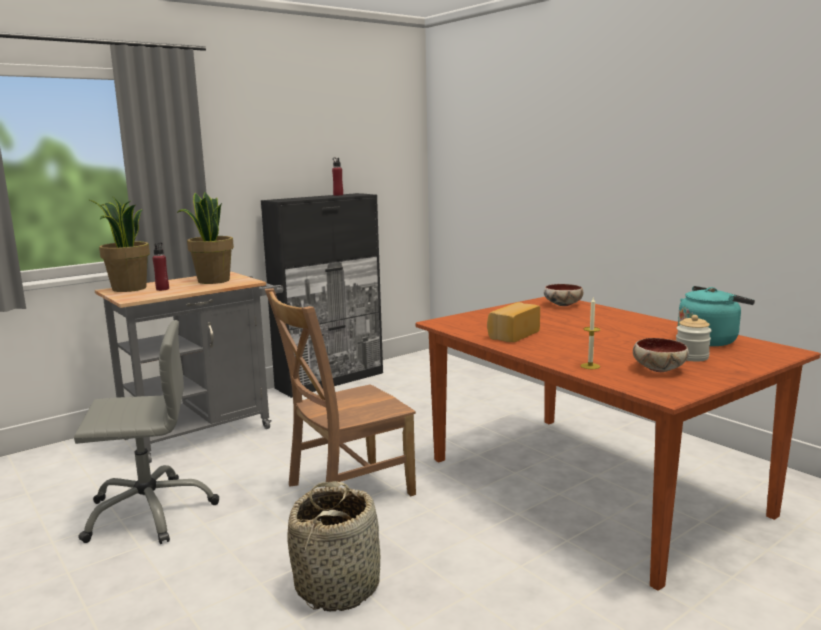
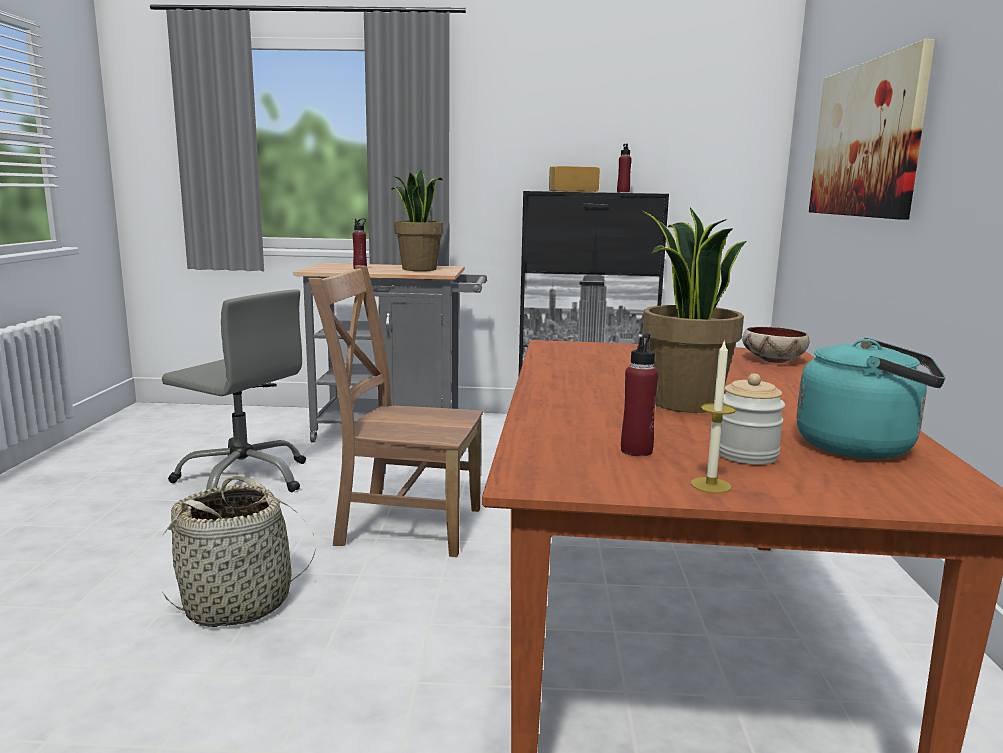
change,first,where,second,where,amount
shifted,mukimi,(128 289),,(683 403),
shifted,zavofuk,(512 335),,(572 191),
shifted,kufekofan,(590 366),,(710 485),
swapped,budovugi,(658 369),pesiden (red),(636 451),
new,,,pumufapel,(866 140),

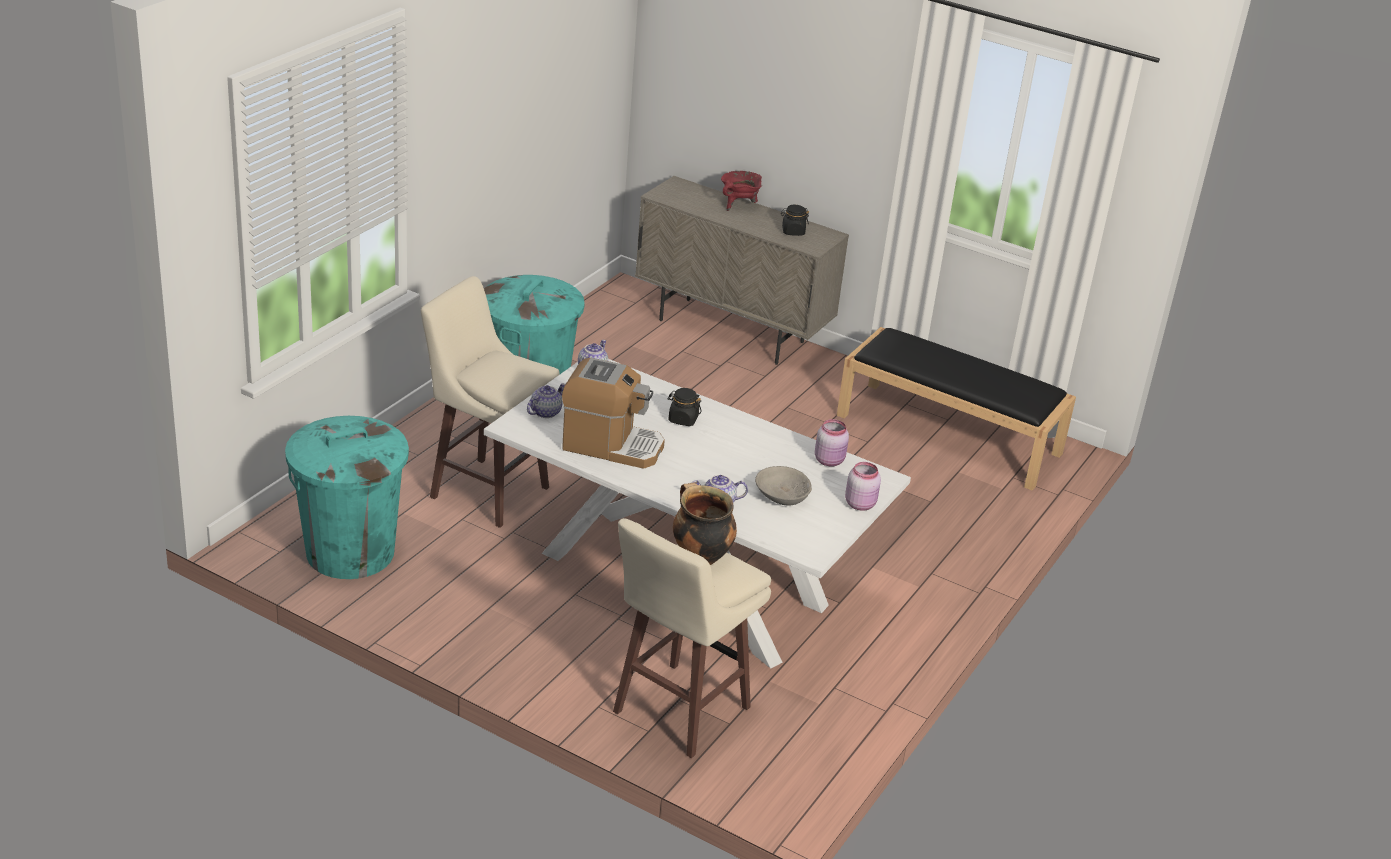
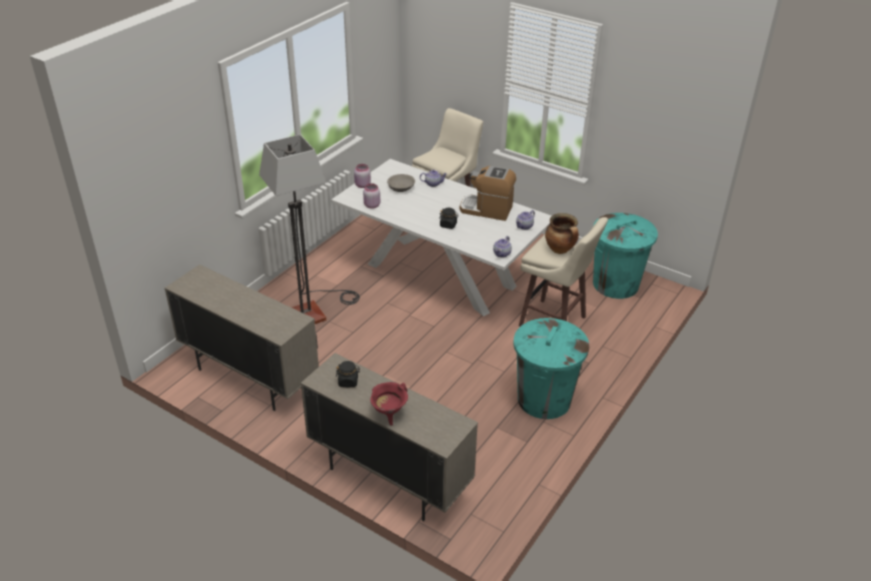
change,first,where,second,where,amount
shifted,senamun,(700 555),,(560 250),
swapped,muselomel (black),(950 434),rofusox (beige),(249 378),
new,,,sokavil,(315 310),

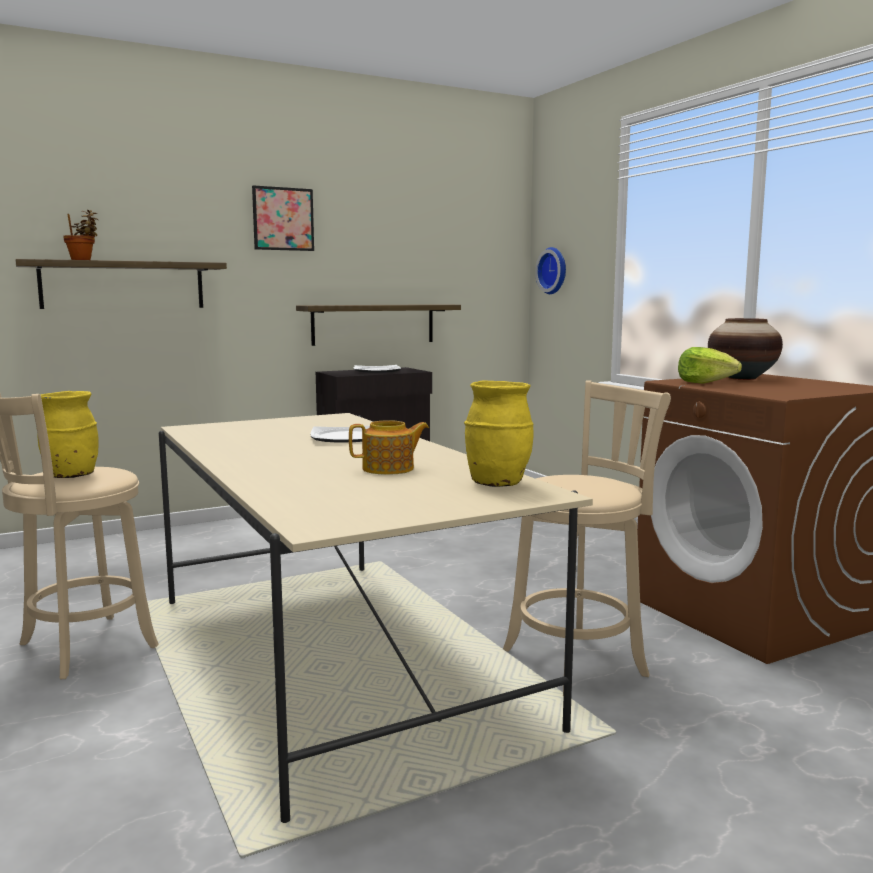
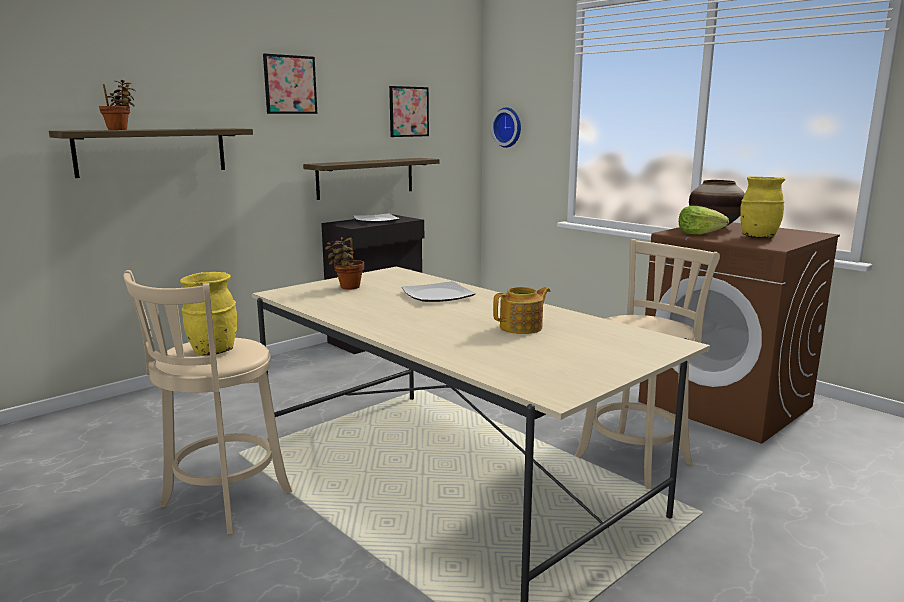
change,first,where,second,where,amount
shifted,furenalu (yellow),(497 483),,(758 237),
new,,,mukimi,(347 287),
new,,,pumufapel,(409 111),

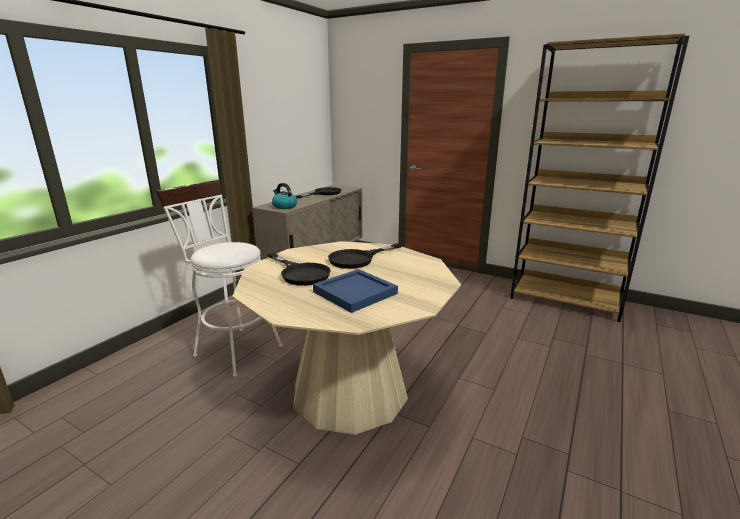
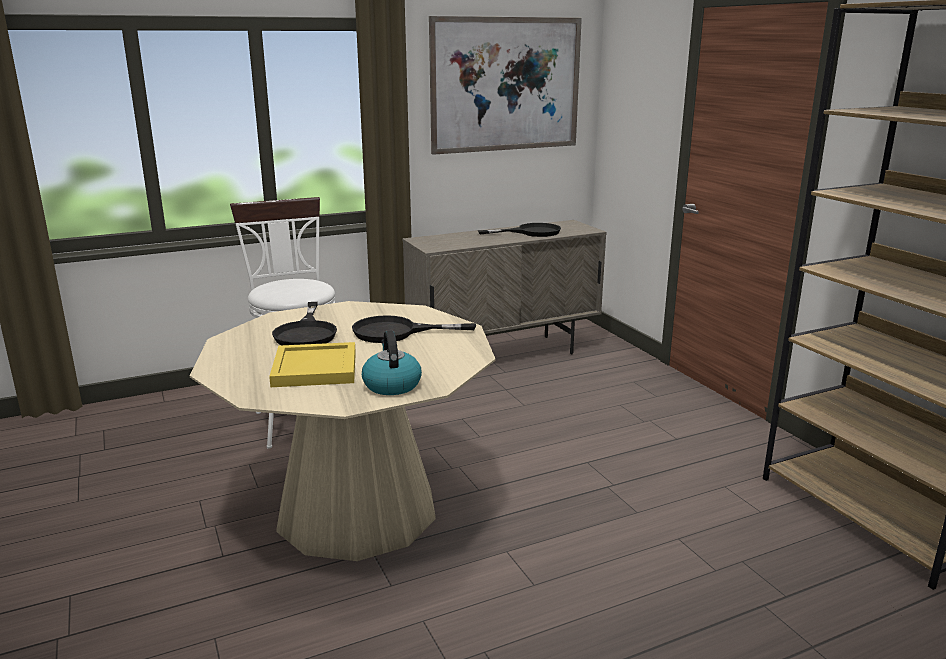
change,first,where,second,where,amount
shifted,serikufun,(284 206),,(391 384),
repainted,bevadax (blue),(355 293),bevadax (yellow),(313 369),
new,,,pumufapel,(506 85),

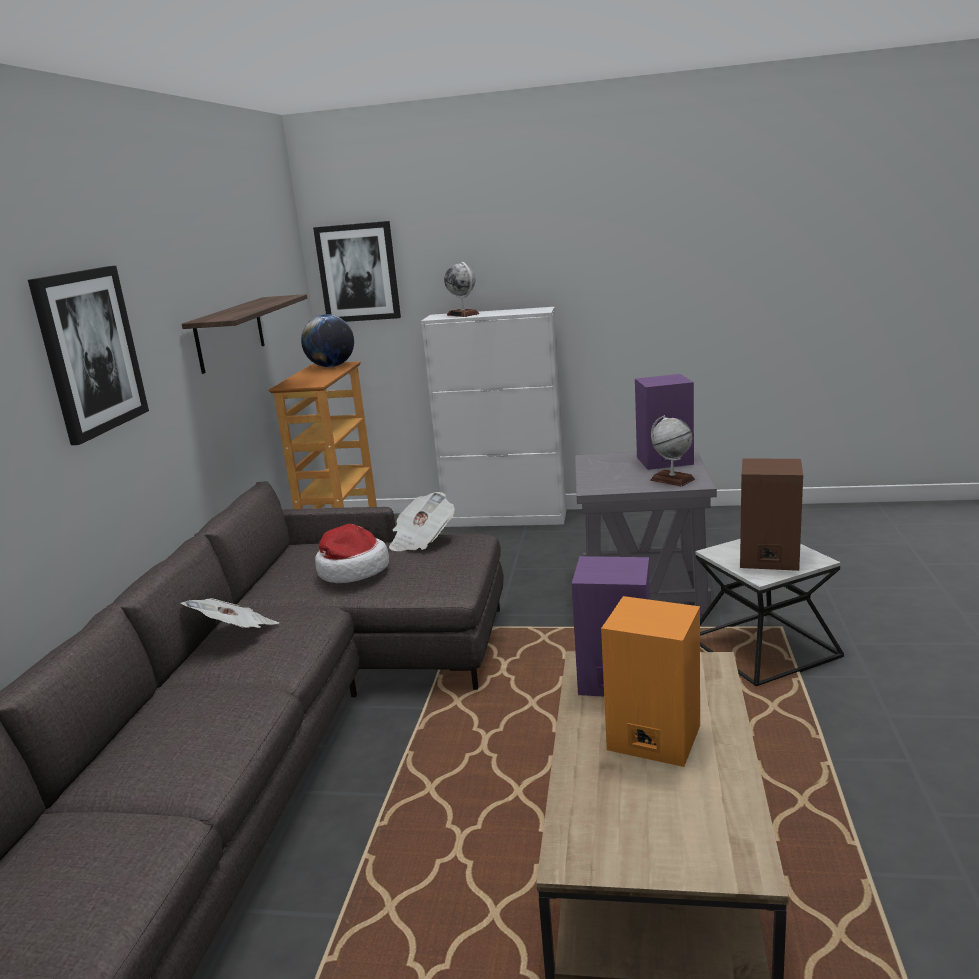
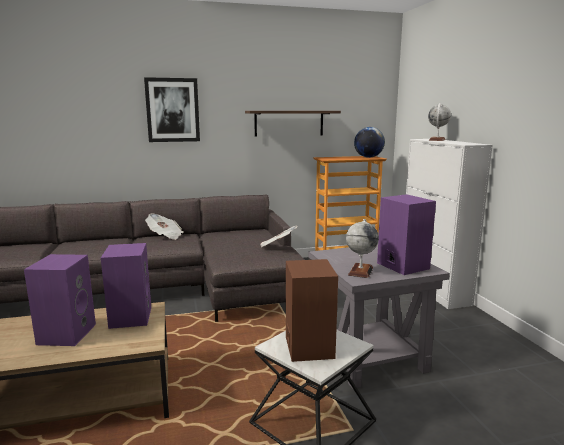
change,first,where,second,where,amount
gone,pumufapel,(358 272),,,
gone,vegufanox,(351 570),,,
repainted,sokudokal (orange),(651 738),sokudokal (purple),(66 333),

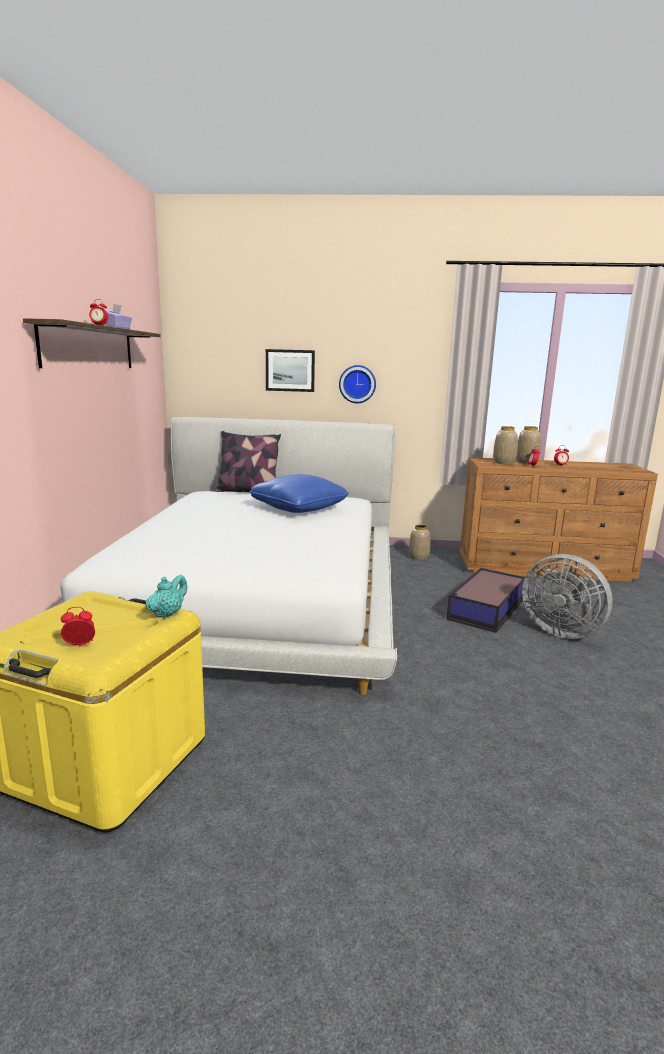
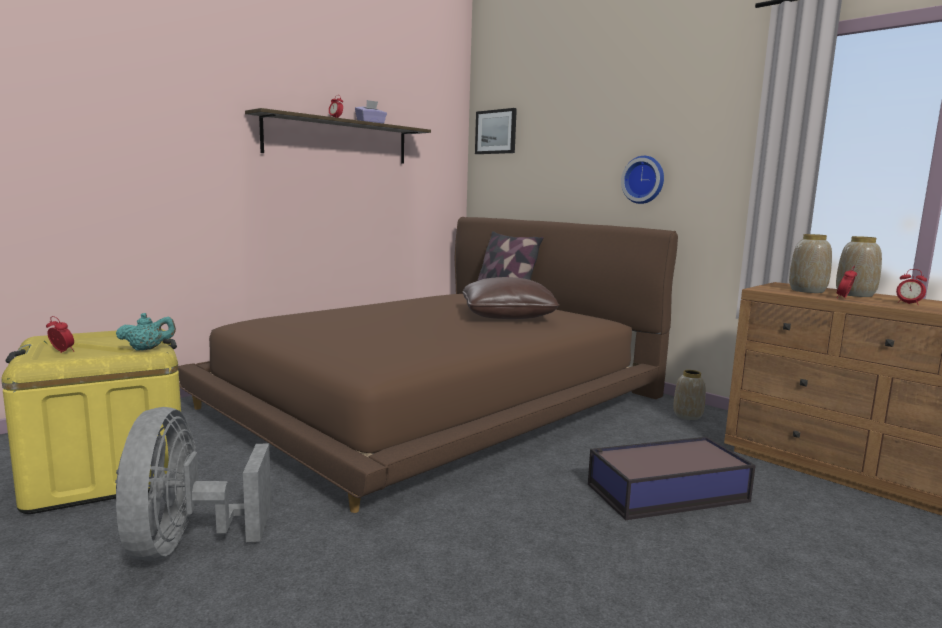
change,first,where,second,where,amount
repainted,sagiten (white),(255 592),sagiten (brown),(436 400),
repainted,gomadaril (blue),(299 508),gomadaril (brown),(507 316),
shifted,pumufapel,(290 370),,(496 132),
shifted,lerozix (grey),(560 630),,(186 544),

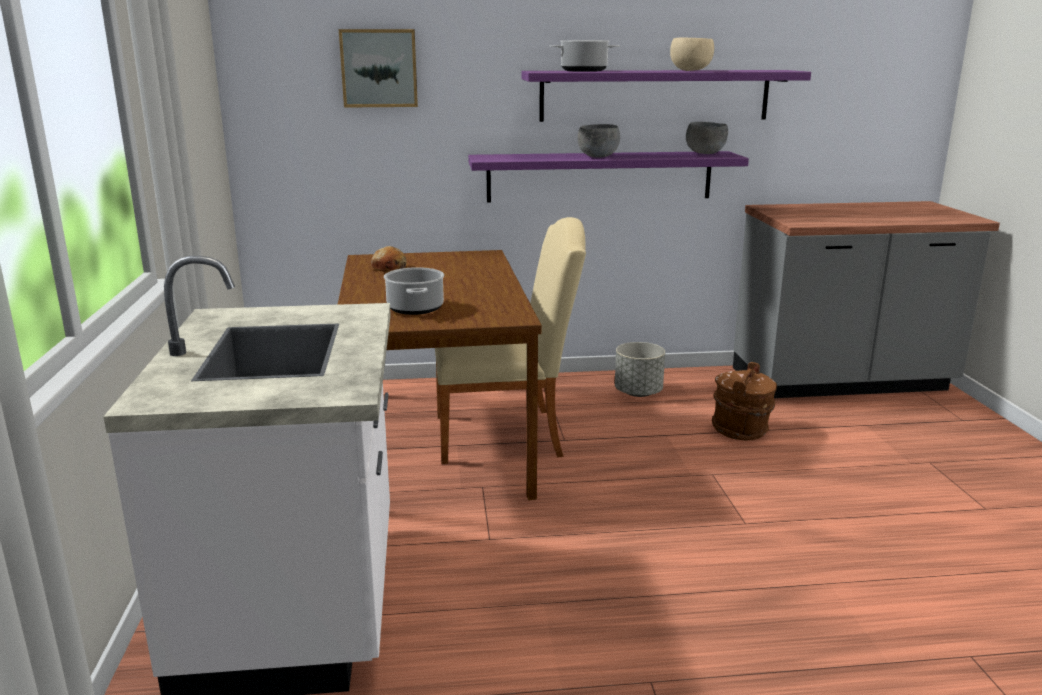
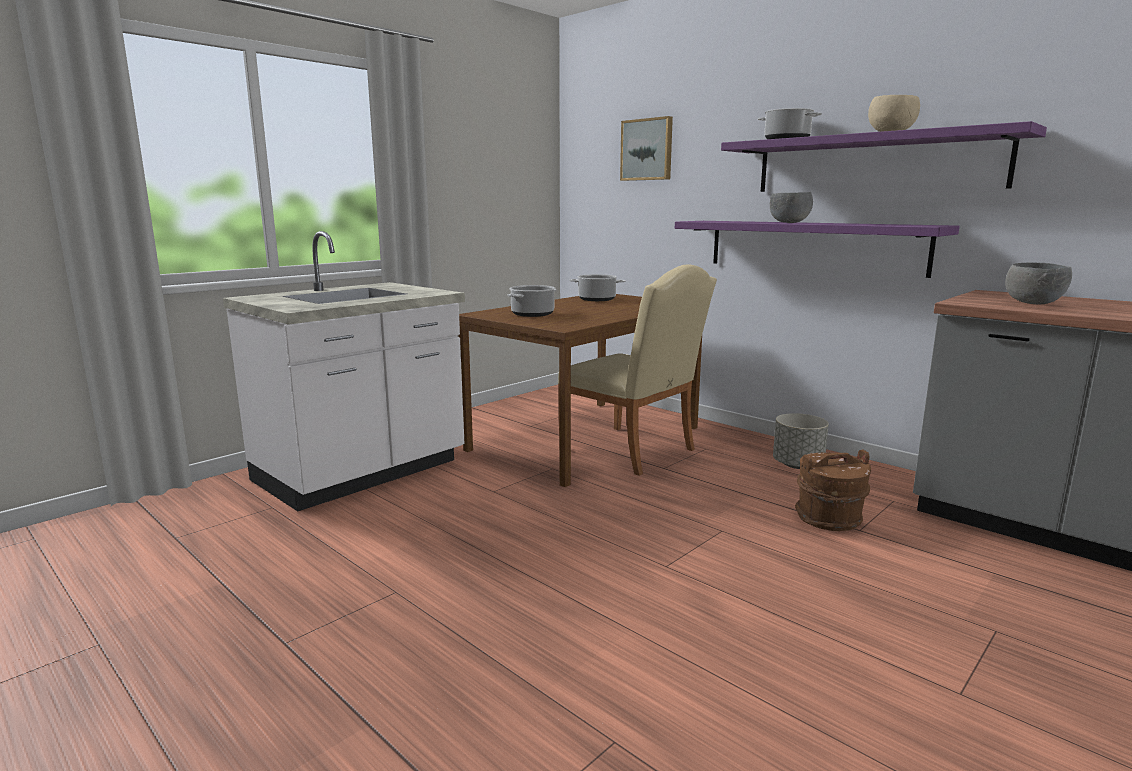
change,first,where,second,where,amount
swapped,zavofuk,(389 268),senamun,(597 299),
shifted,budovugi (grey),(706 153),,(1034 304),

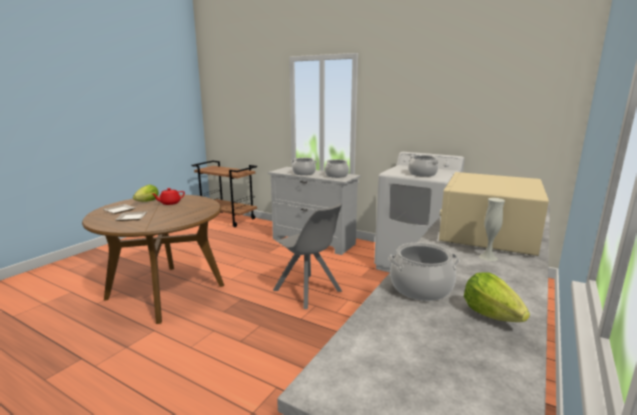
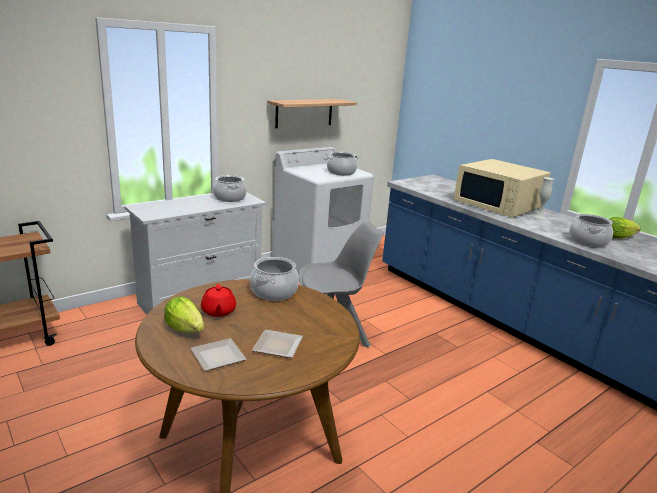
change,first,where,second,where,amount
shifted,senamun,(304 173),,(274 292),
new,,,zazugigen,(304 113),

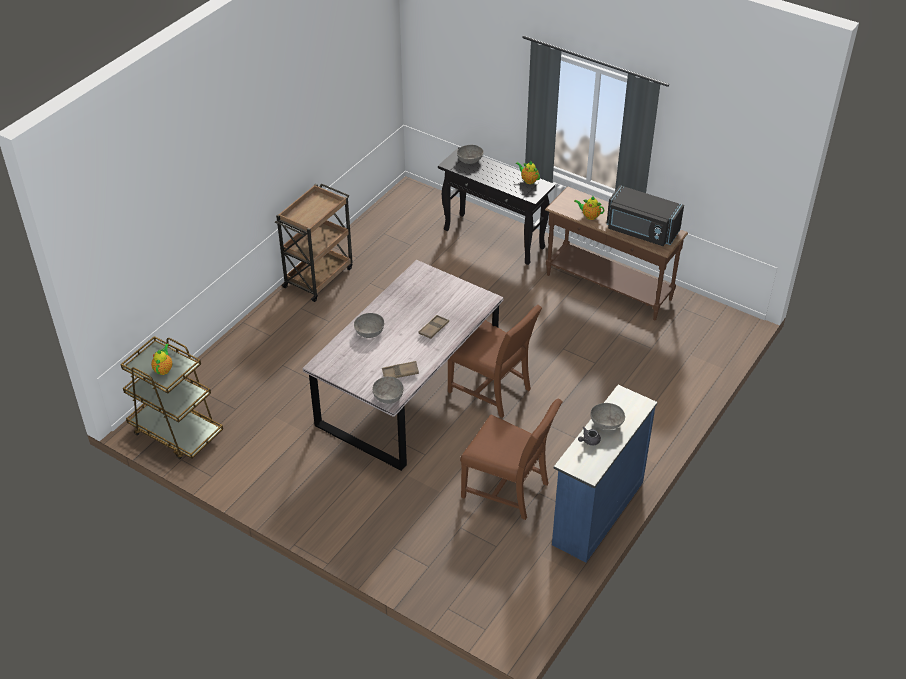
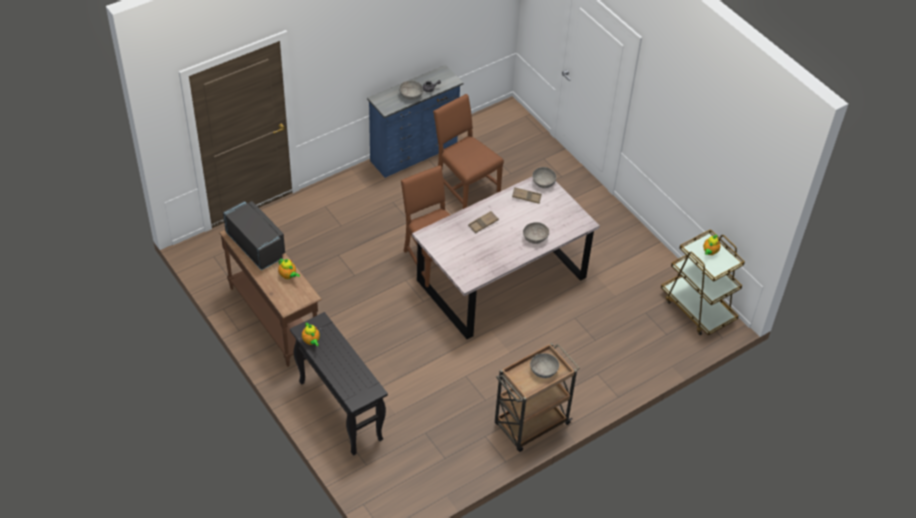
change,first,where,second,where,amount
shifted,budovugi (grey),(470 160),,(543 370),

